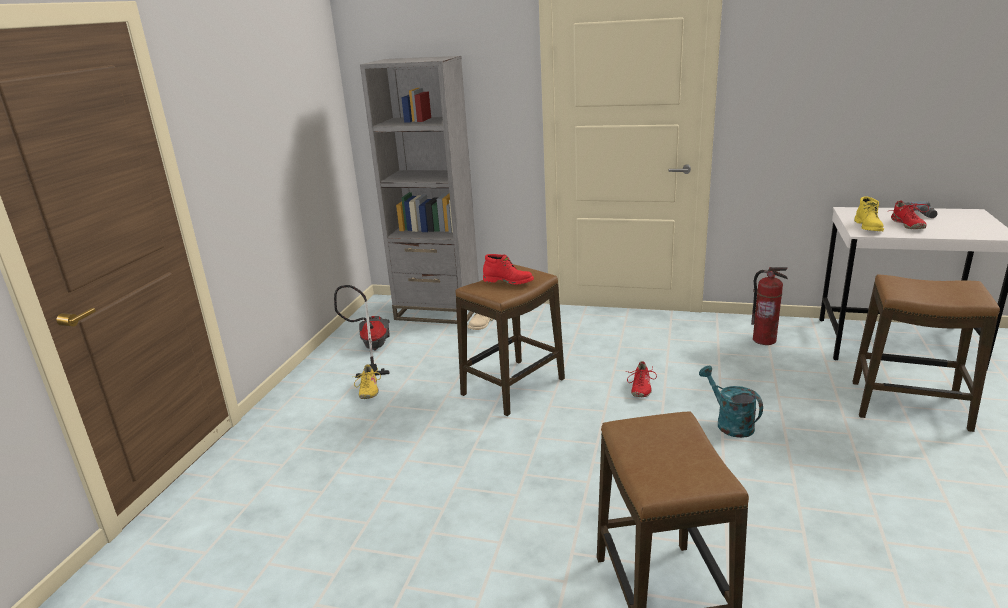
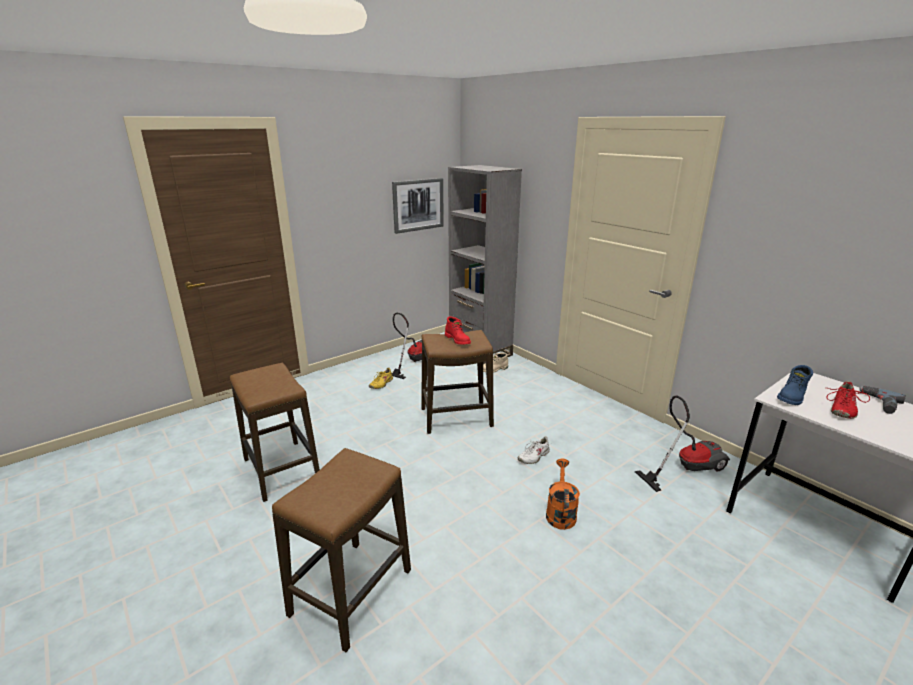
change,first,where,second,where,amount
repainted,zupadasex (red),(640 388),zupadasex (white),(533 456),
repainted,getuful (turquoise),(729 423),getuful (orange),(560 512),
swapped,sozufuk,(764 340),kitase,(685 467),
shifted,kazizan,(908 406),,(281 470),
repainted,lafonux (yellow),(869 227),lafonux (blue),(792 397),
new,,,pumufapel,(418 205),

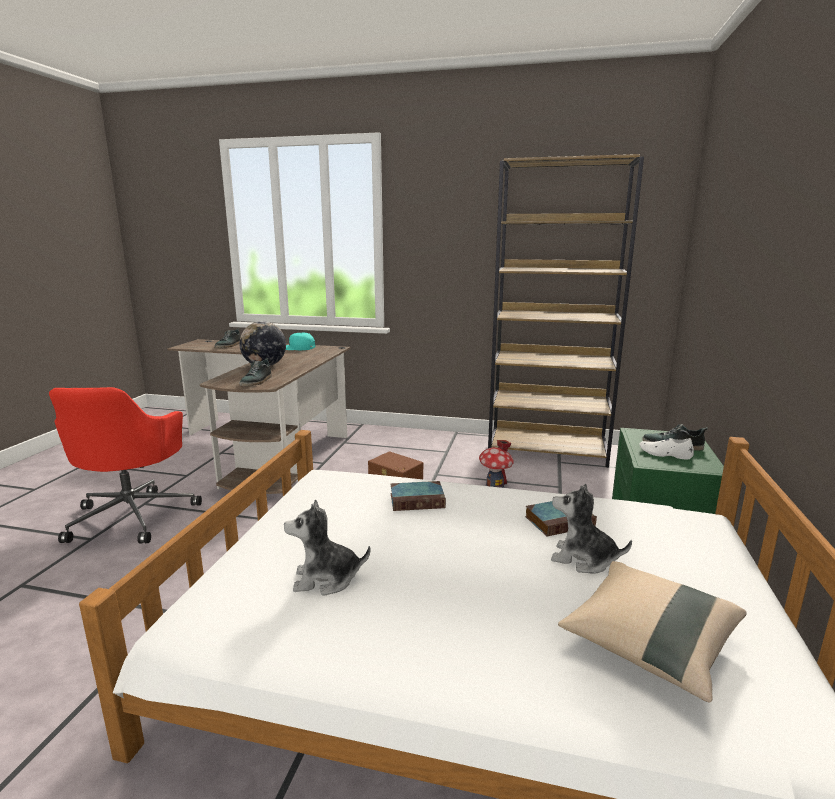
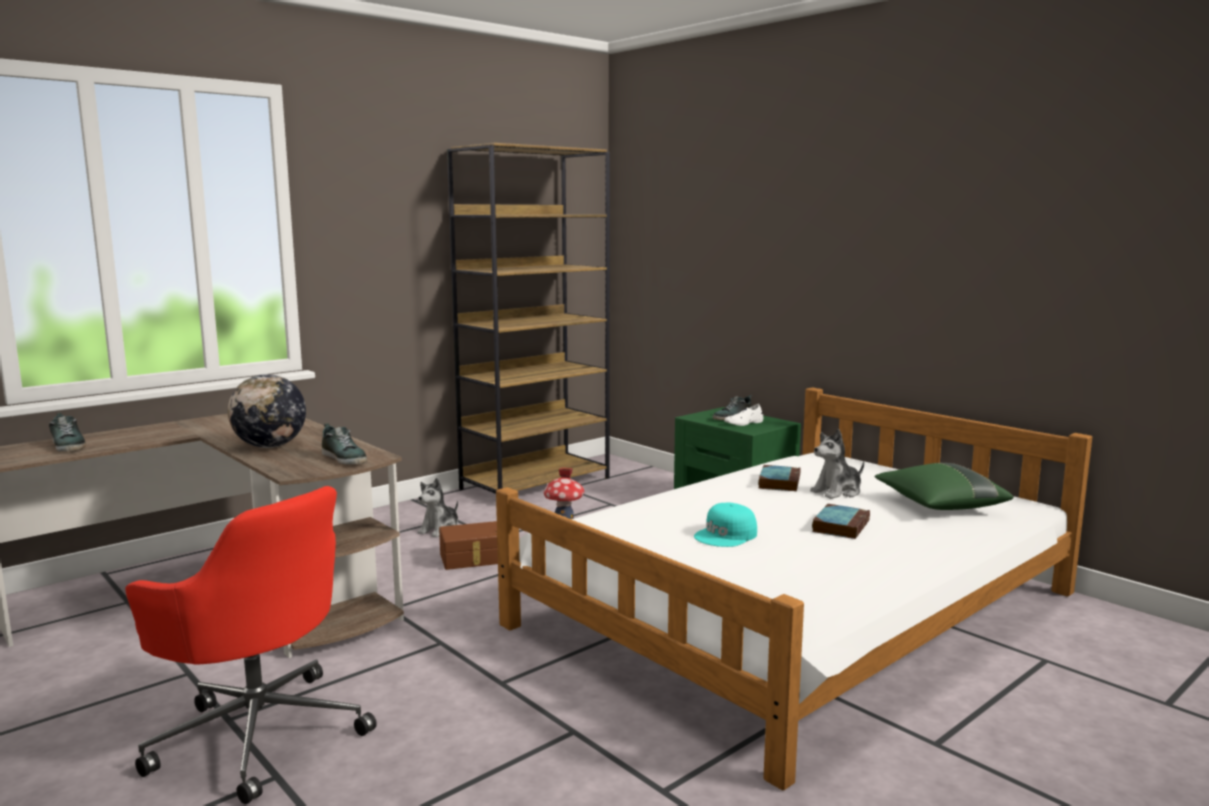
change,first,where,second,where,amount
shifted,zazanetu,(326 579),,(440 530),
shifted,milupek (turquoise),(298 347),,(726 535),
shifted,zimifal,(418 500),,(840 526),
repainted,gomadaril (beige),(649 643),gomadaril (green),(939 505),

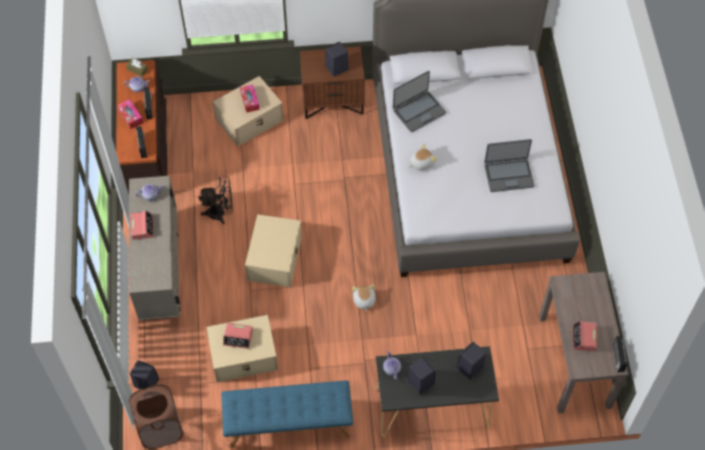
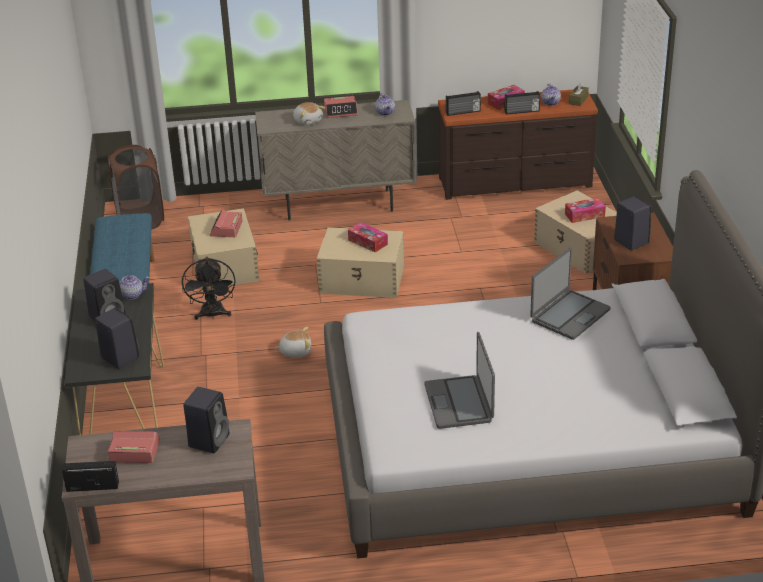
change,first,where,second,where,amount
shifted,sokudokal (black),(145 383),,(209 440),
shifted,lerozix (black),(220 213),,(212 315),
rotated,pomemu,(418 111),,(569 315),105 degrees counterclockwise
shifted,zazanetu,(420 163),,(308 121),
new,,,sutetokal,(368 242),

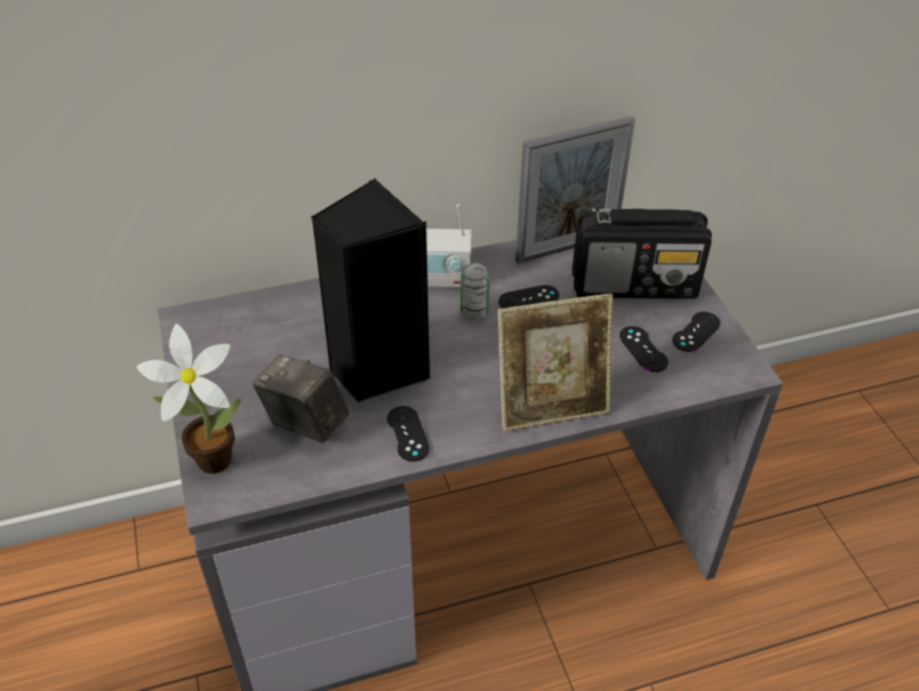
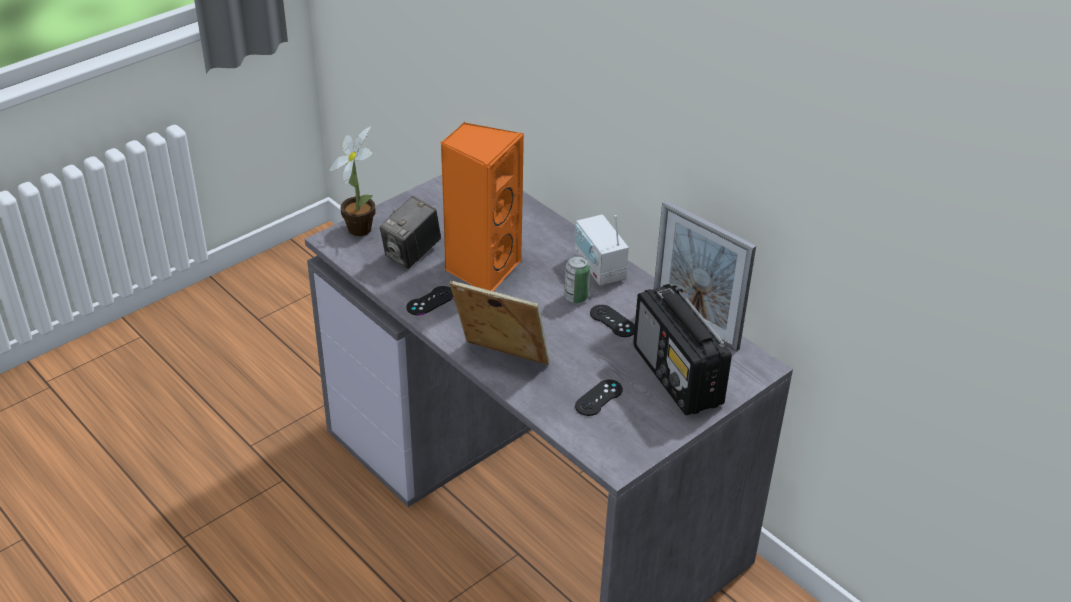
change,first,where,second,where,amount
rotated,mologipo,(305 423),,(412 254),150 degrees counterclockwise
repainted,sokudokal (black),(376 370),sokudokal (orange),(481 269),
rotated,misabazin,(551 406),,(500 362),150 degrees clockwise
gone,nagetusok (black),(696 332),,,

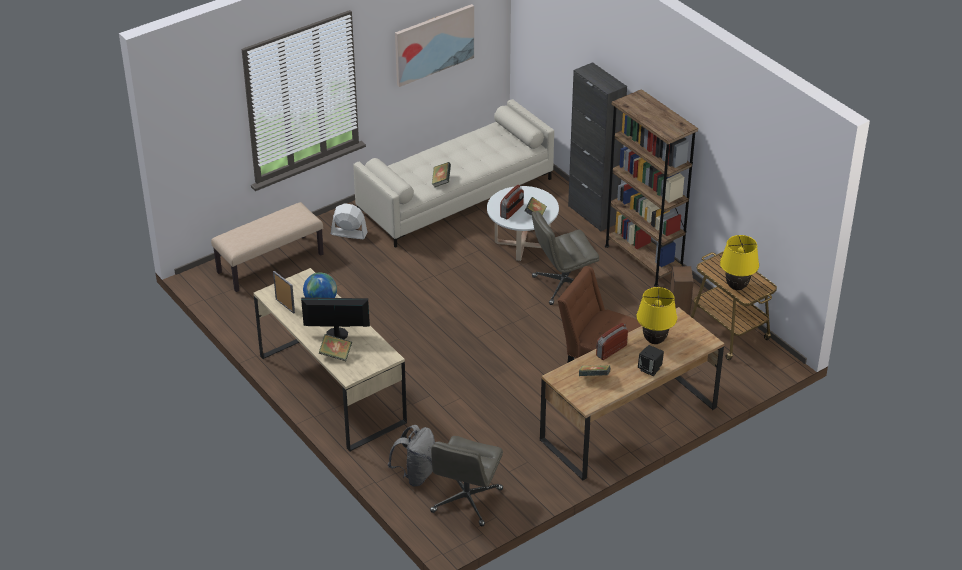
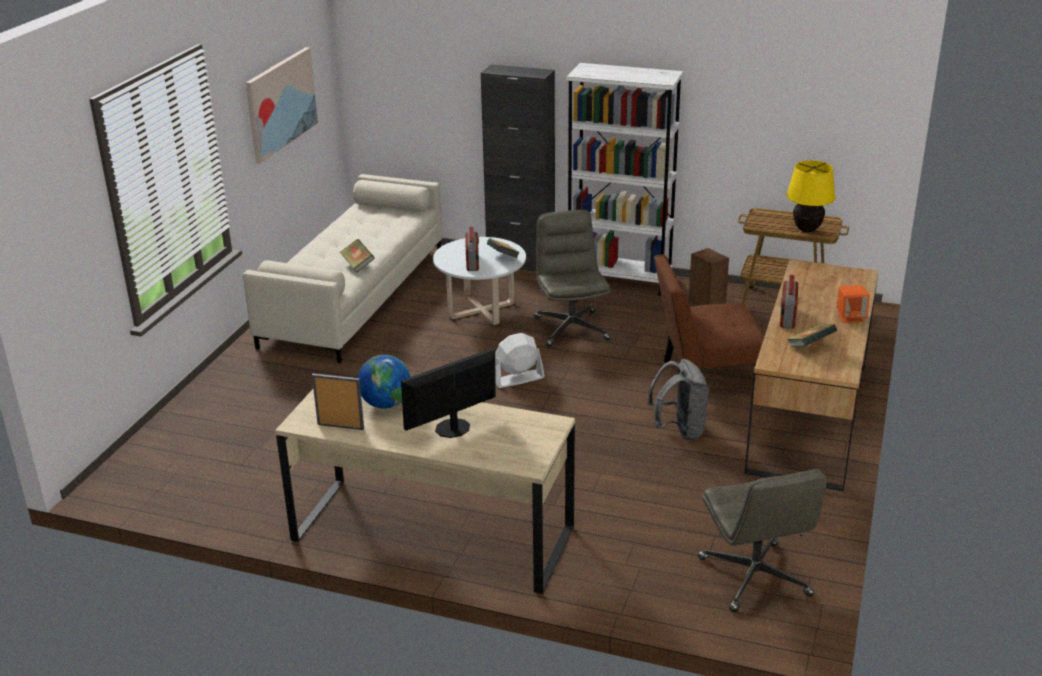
change,first,where,second,where,amount
gone,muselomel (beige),(270 263),,,
gone,zimifal,(335 355),,,
shifted,lerozix (white),(349 233),,(518 379),
shifted,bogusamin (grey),(415 475),,(679 431),
rotated,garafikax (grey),(562 286),,(571 328),135 degrees clockwise
repainted,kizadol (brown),(643 259),kizadol (white),(619 279),
gone,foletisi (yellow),(654 340),,,
repainted,sokudokal (black),(650 369),sokudokal (orange),(850 317),

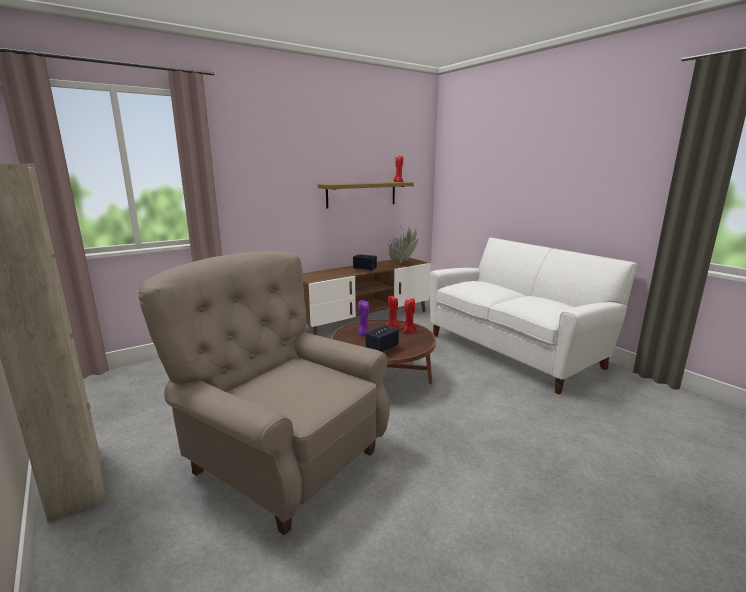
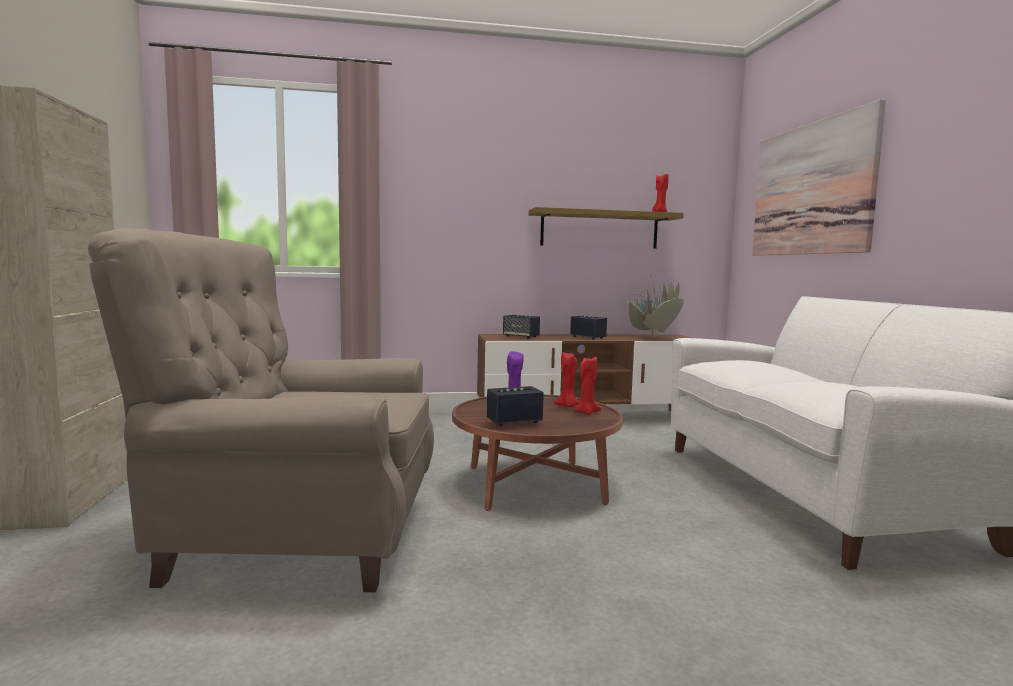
change,first,where,second,where,amount
rotated,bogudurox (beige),(280 459),,(290 538),60 degrees counterclockwise
new,,,sokudokal,(521 337),
new,,,pumufapel,(811 189),

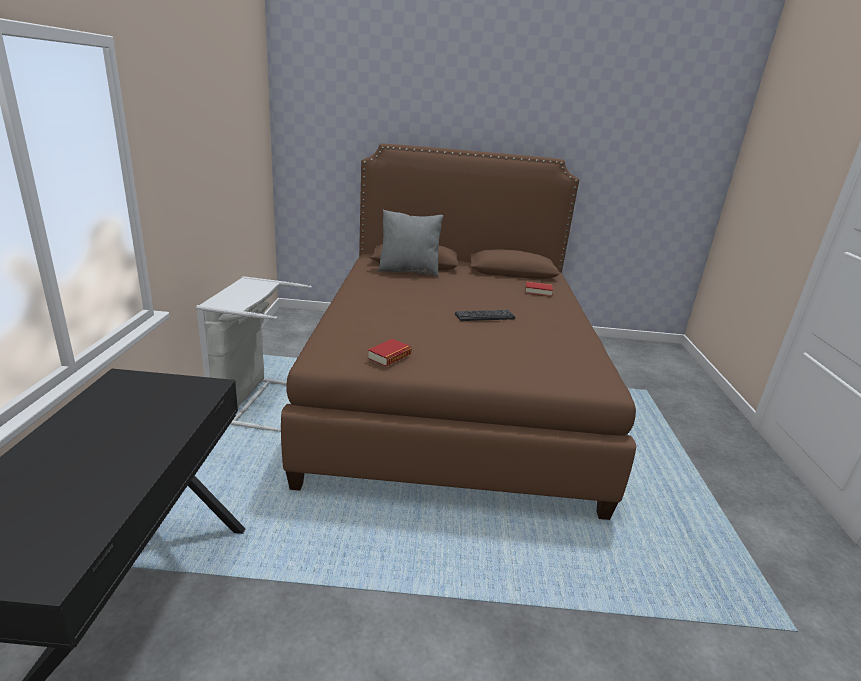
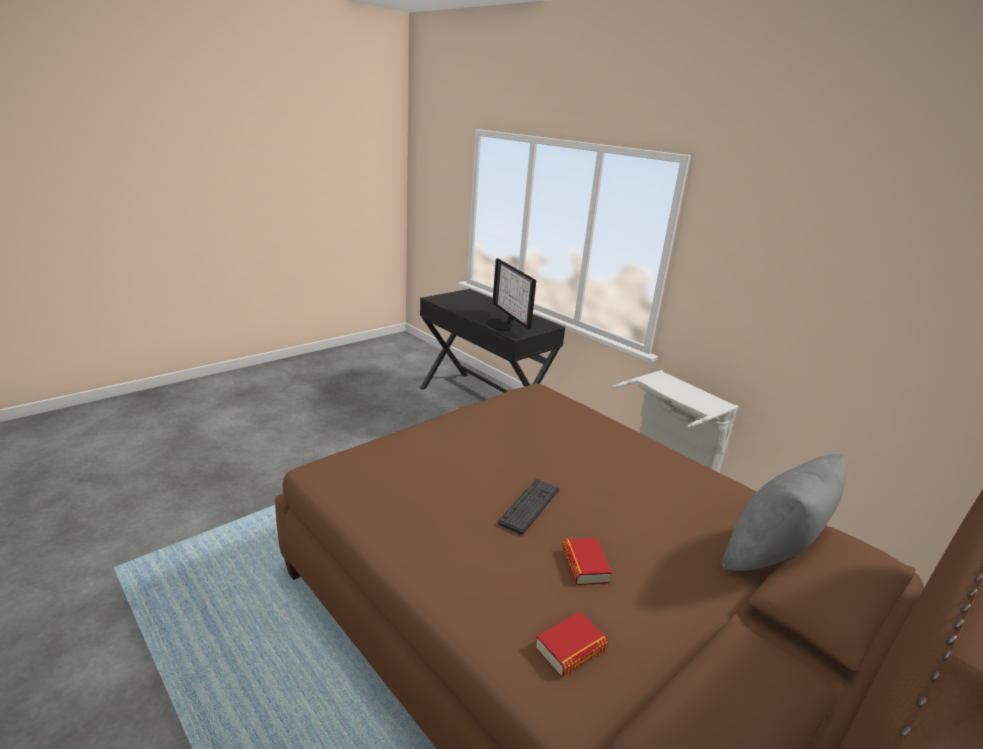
change,first,where,second,where,amount
shifted,zimifal,(389 357),,(584 565),
new,,,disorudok,(503 325),

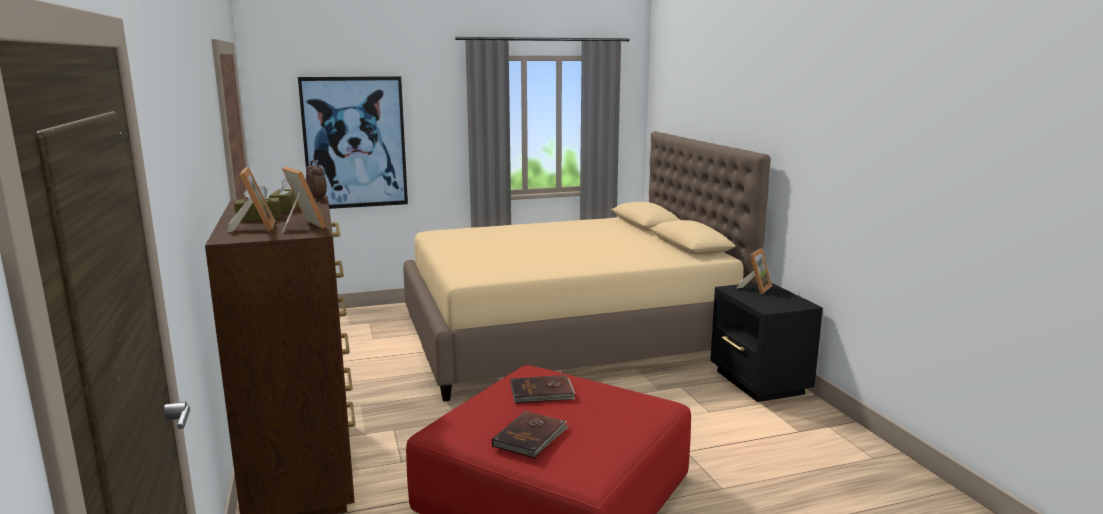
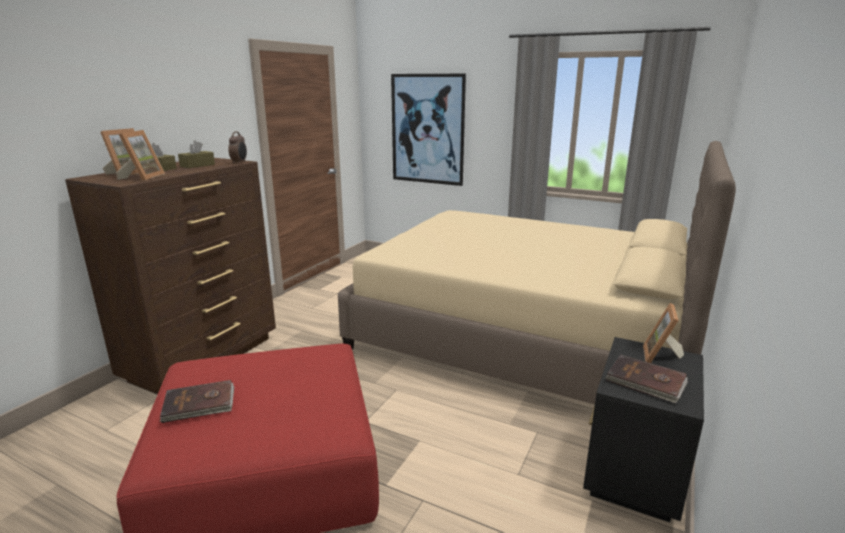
change,first,where,second,where,amount
shifted,zimifal (brown),(542 393),,(646 382),
rotated,misabazin,(755 288),,(661 357),120 degrees clockwise

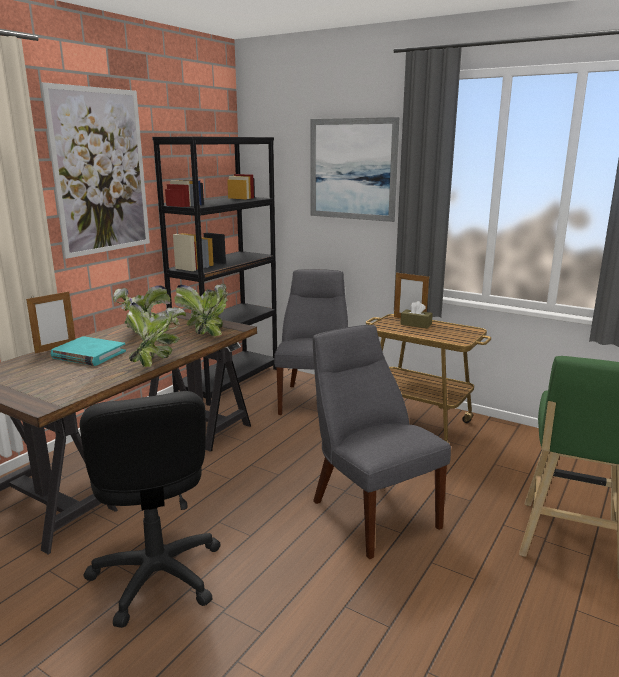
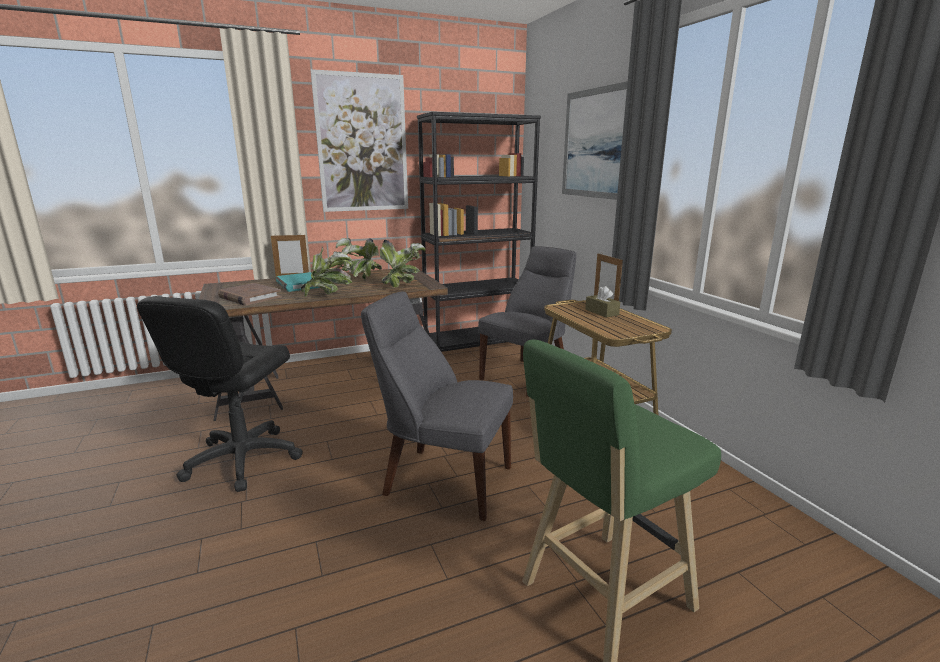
change,first,where,second,where,amount
rotated,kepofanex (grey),(371 511),,(442 479),75 degrees counterclockwise
new,,,zimifal (brown),(250 297),

